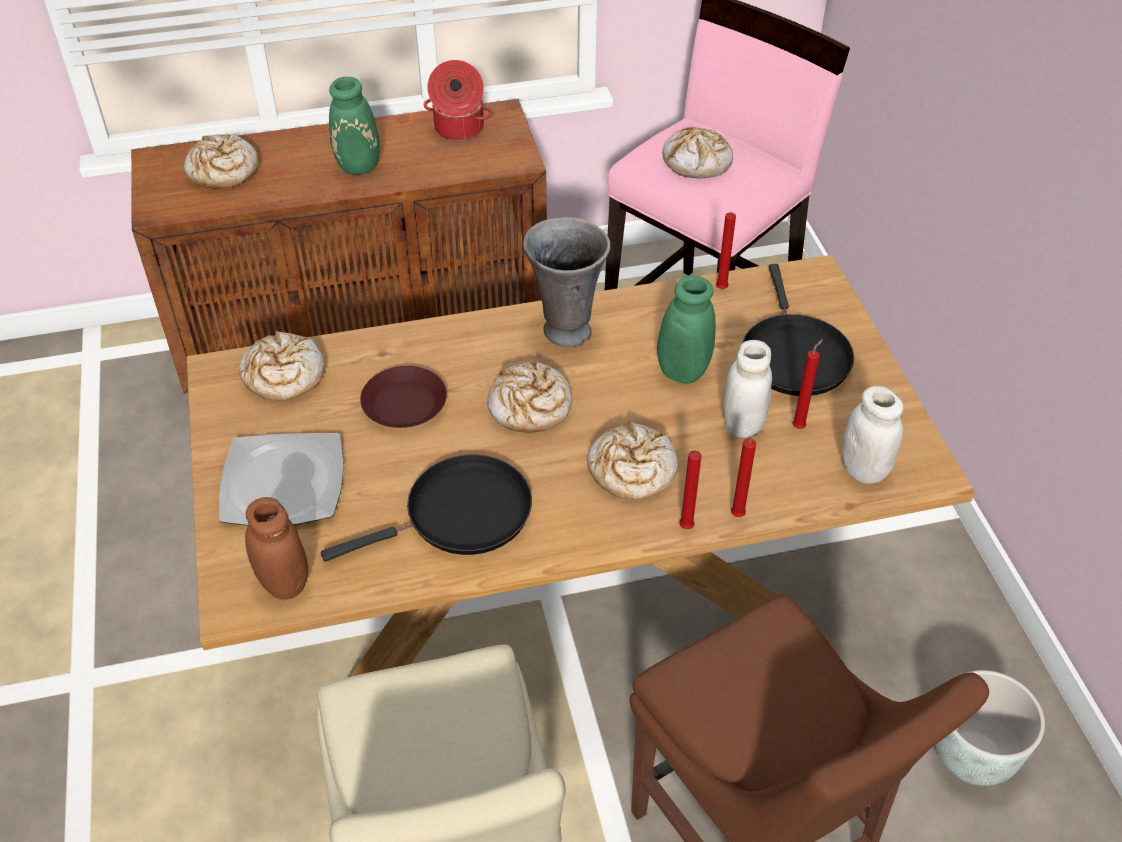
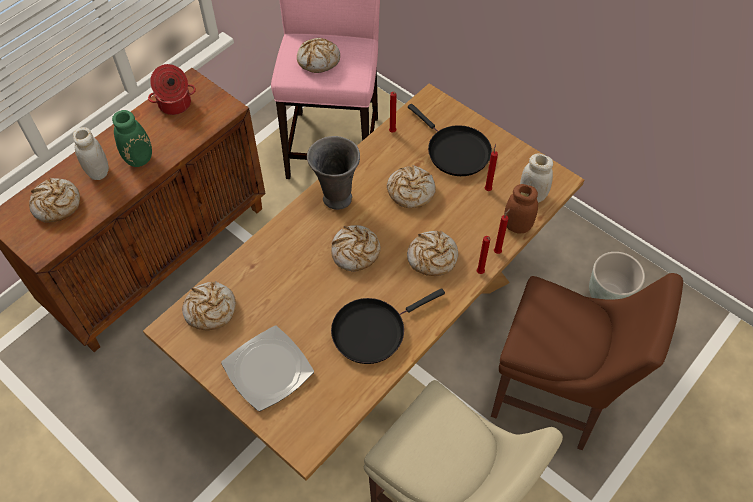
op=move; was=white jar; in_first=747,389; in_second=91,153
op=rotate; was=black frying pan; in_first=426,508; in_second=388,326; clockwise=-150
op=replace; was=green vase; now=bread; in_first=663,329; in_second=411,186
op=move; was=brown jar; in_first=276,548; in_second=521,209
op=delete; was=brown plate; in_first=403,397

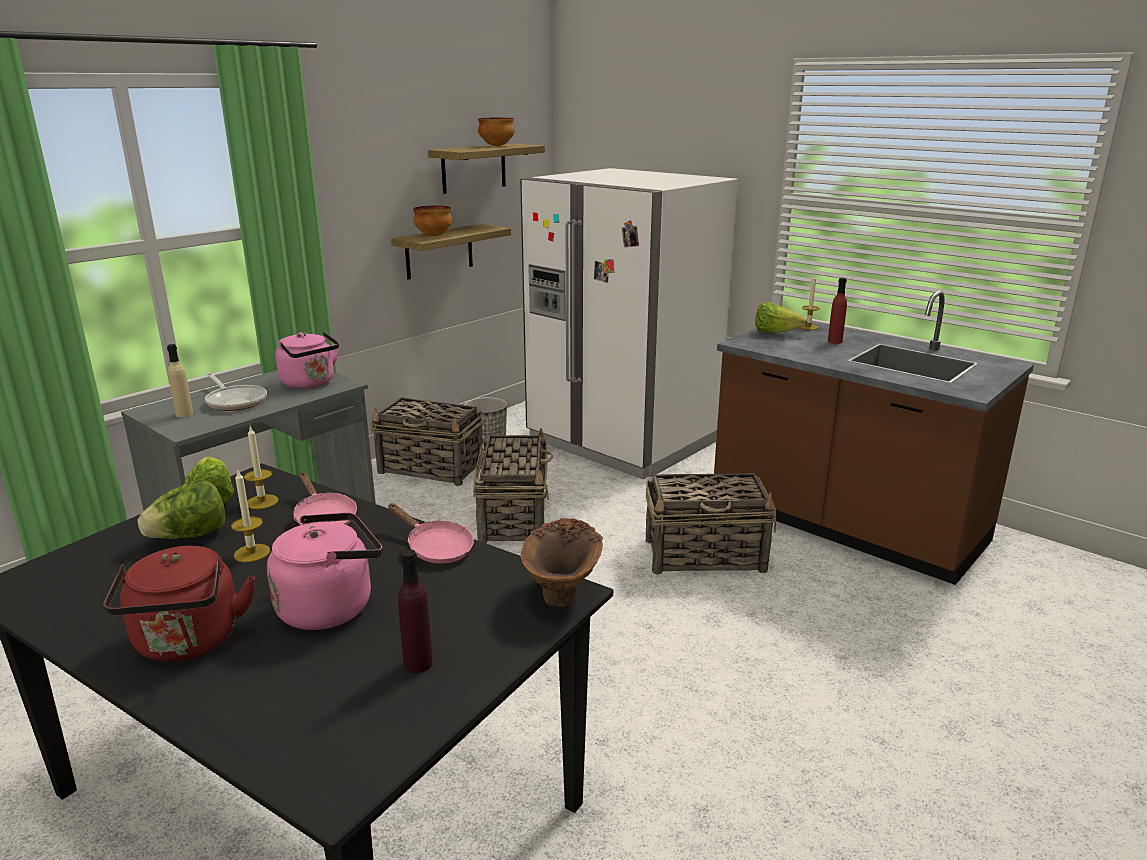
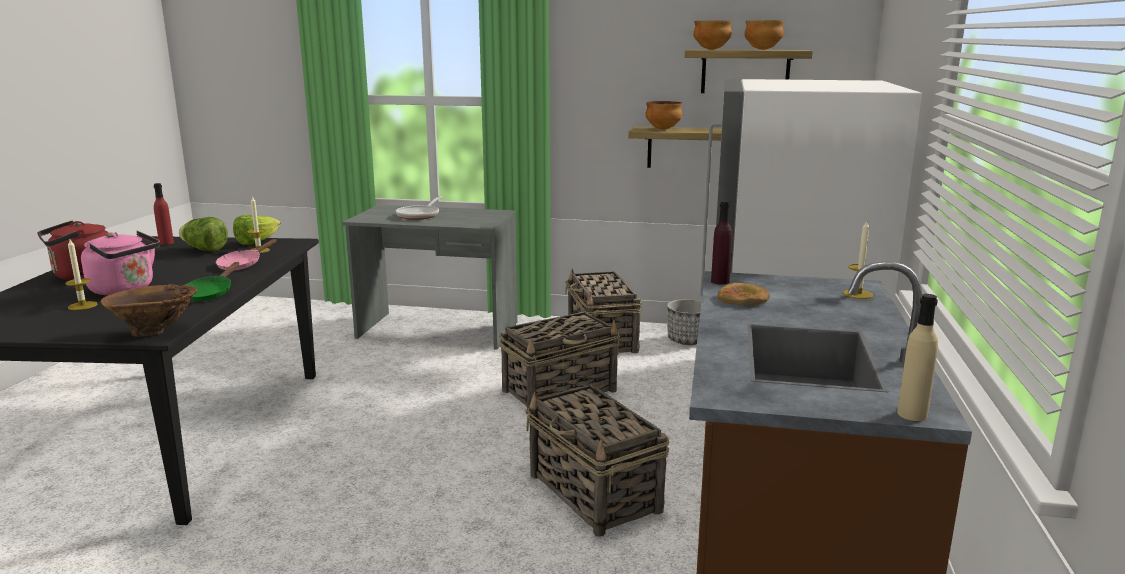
op=move; was=candle; in_first=250,516; in_second=81,274
op=move; was=red bottle; in_first=837,311; in_second=164,214
op=recolor; was=pink frying pan; now=green frying pan; in_first=431,533; in_second=212,281
op=insert; now=bowl; in_second=712,35
op=move; was=purple bottle; in_first=415,611; in_second=721,243
op=insert; now=bread; in_second=743,294
op=move; was=beige bottle; in_first=180,380; in_second=917,357
op=delete; was=pink kettle; in_first=307,360
op=delete; was=lettuce; in_first=781,317

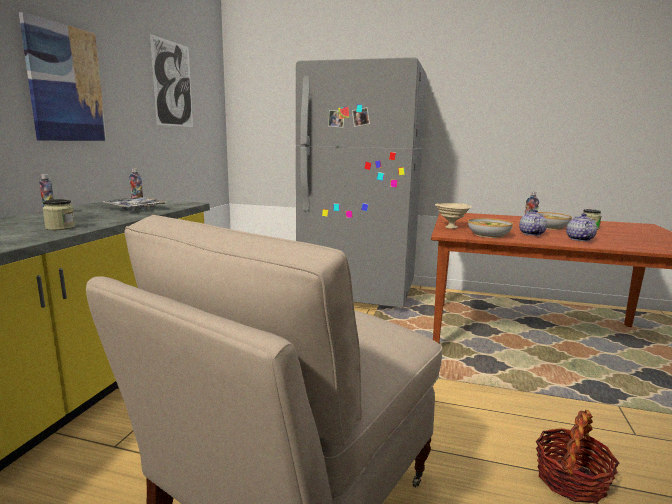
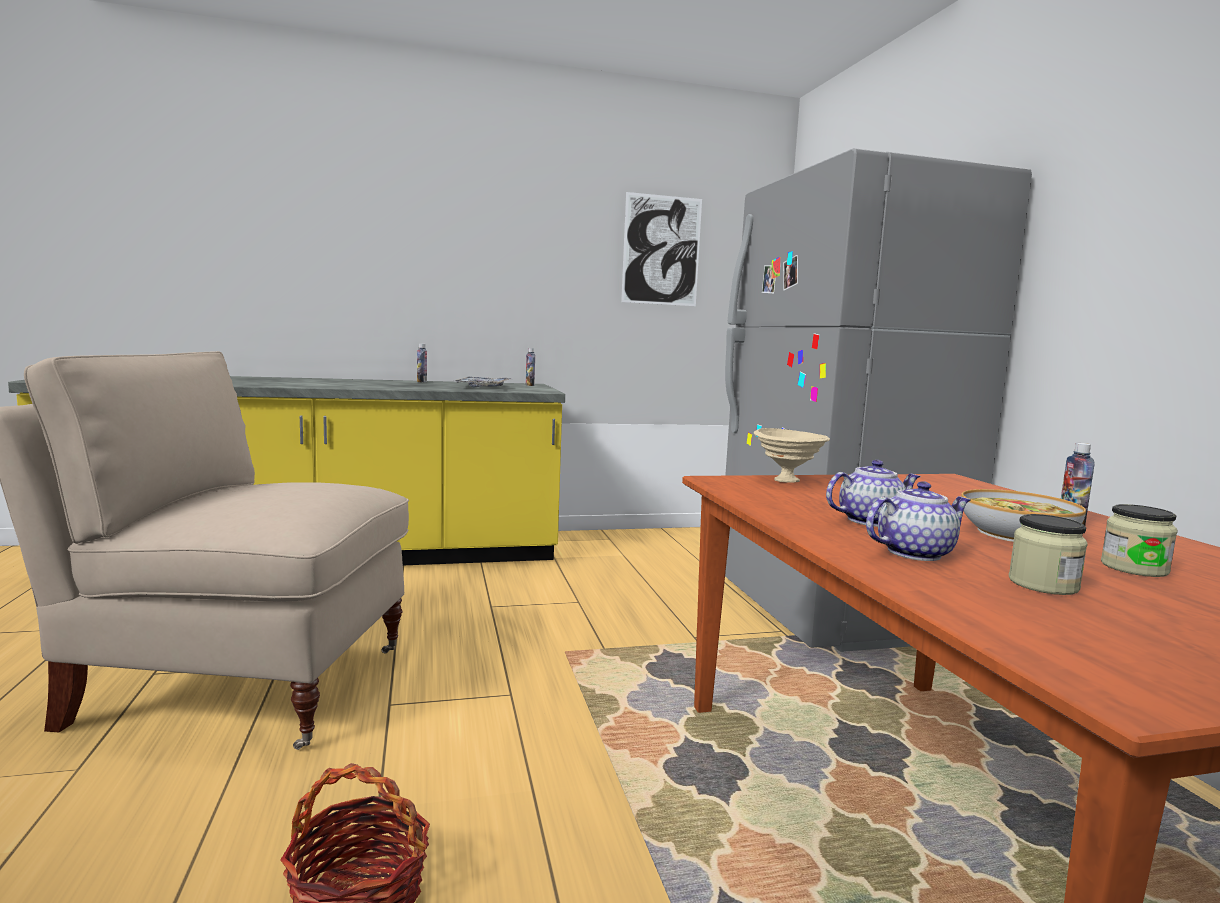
op=move; was=jar; in_first=58,214; in_second=1048,554
op=delete; was=picture; in_first=62,76
op=delete; was=bowl; in_first=490,228

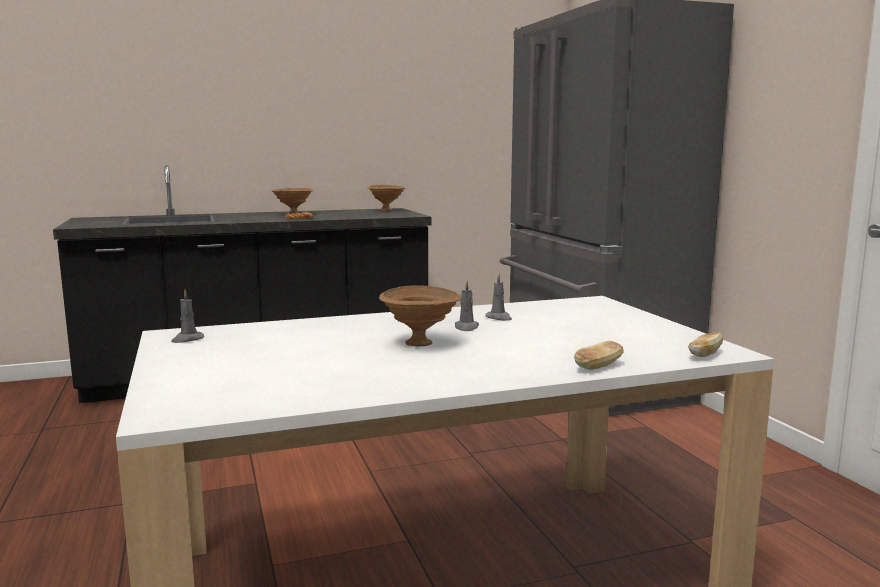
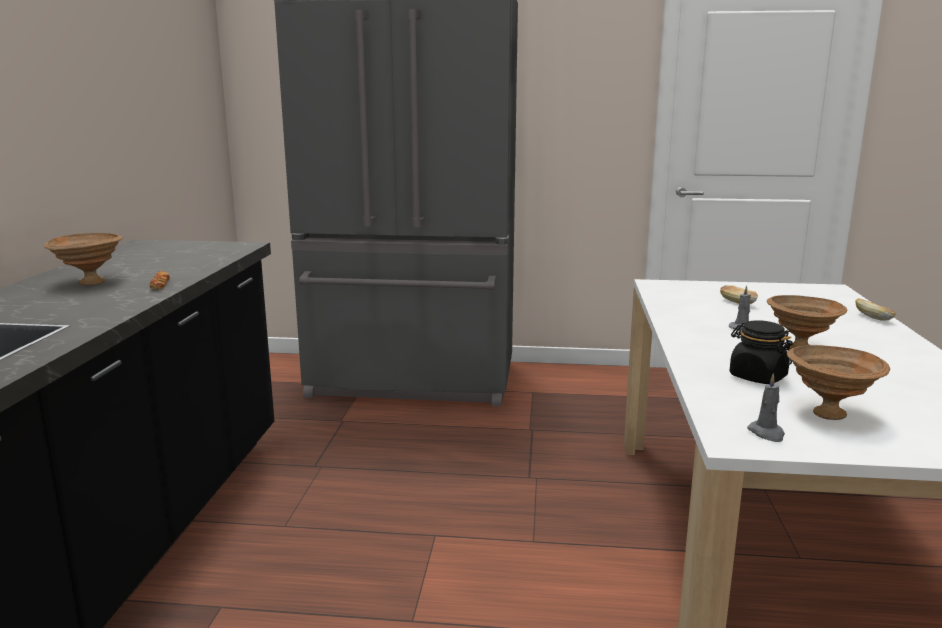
op=move; was=bread; in_first=705,344; in_second=739,294
op=insert; now=black jar; in_second=761,352
op=move; was=brown bowl; in_first=387,198; in_second=838,382
op=delete; was=grey candle; in_first=498,297

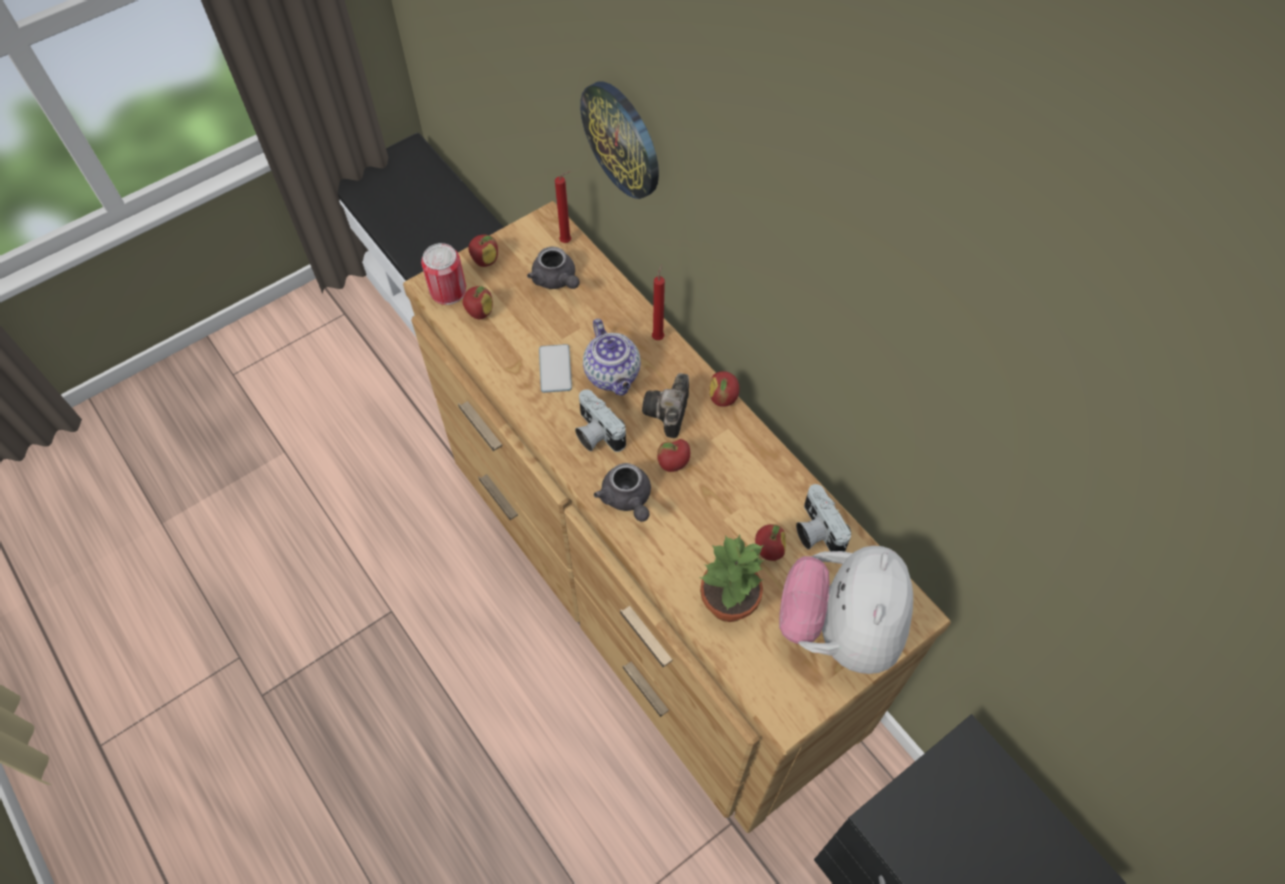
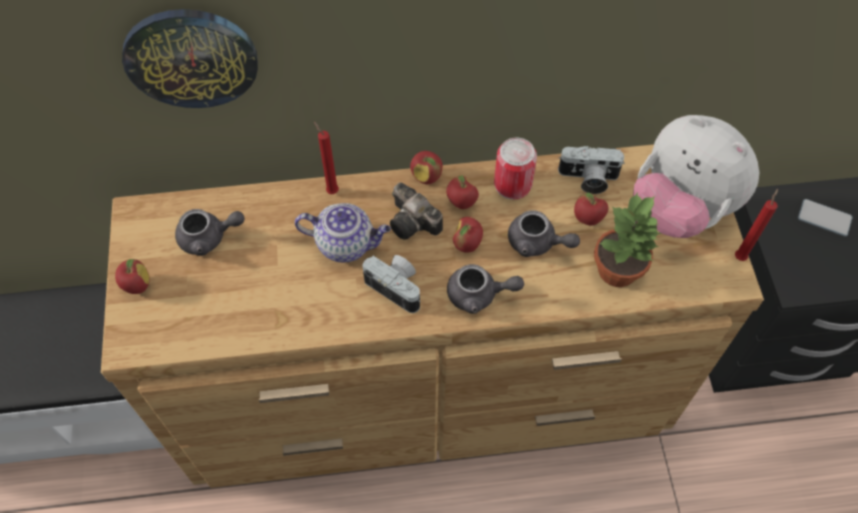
op=rotate; was=photo camera; in_first=600,420; in_second=391,284; clockwise=-135
op=move; was=apple; in_first=478,302; in_second=462,192
op=move; was=can; in_first=443,274; in_second=515,168
op=insert; now=grey teapot; in_second=544,233
op=move; was=red candle; in_first=563,207; in_second=756,225
op=move; was=phone; in_first=555,368; in_second=825,217

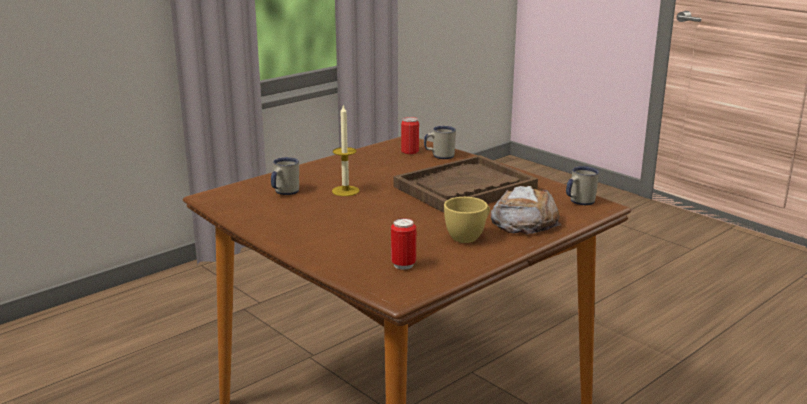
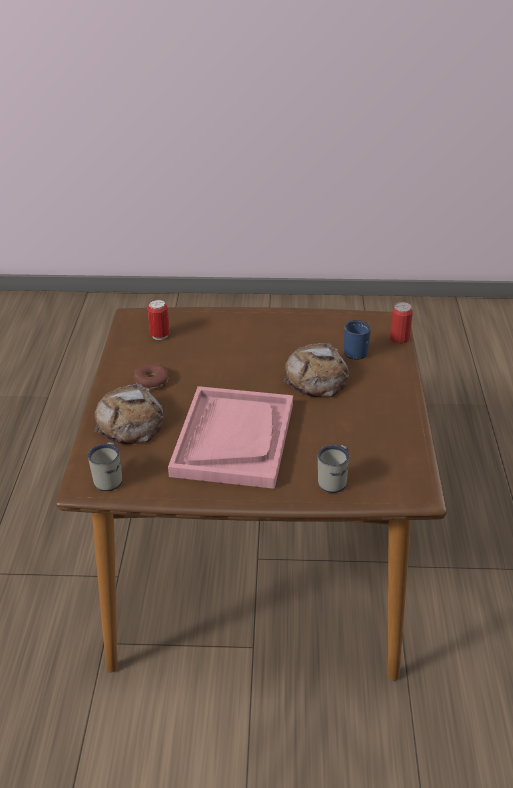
op=replace; was=yellow cup; now=donut; in_first=467,220; in_second=151,376
op=recolor; was=brown tray; now=pink tray; in_first=465,184; in_second=230,437
op=replace; was=candle; now=bread; in_first=345,150; in_second=316,370
op=recolor; was=white mug; now=blue mug; in_first=285,176; in_second=357,340
op=move; was=can; in_first=410,135; in_second=401,323

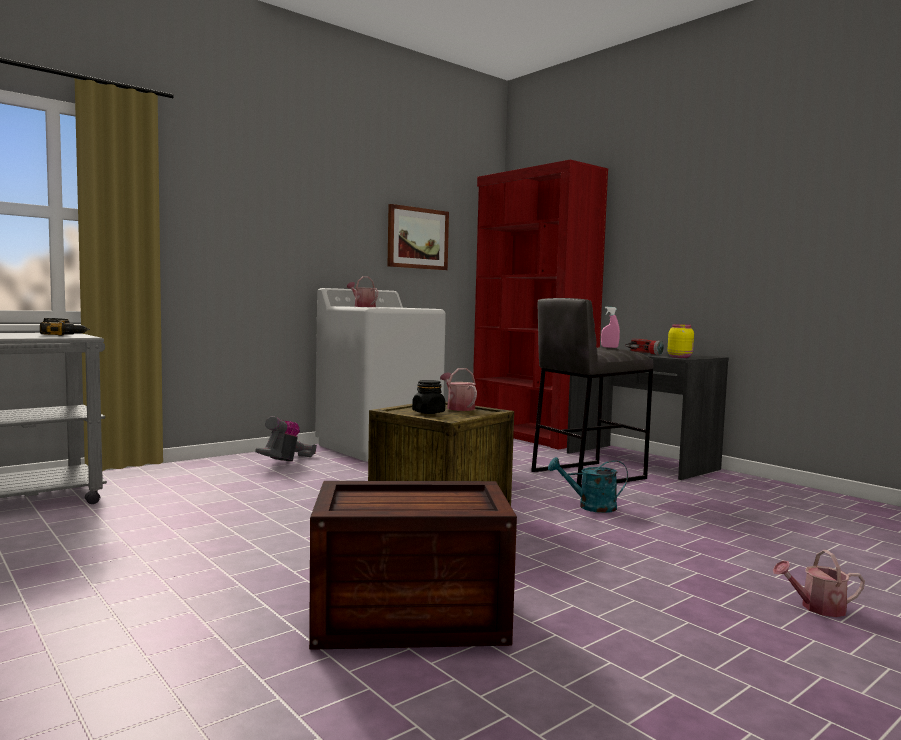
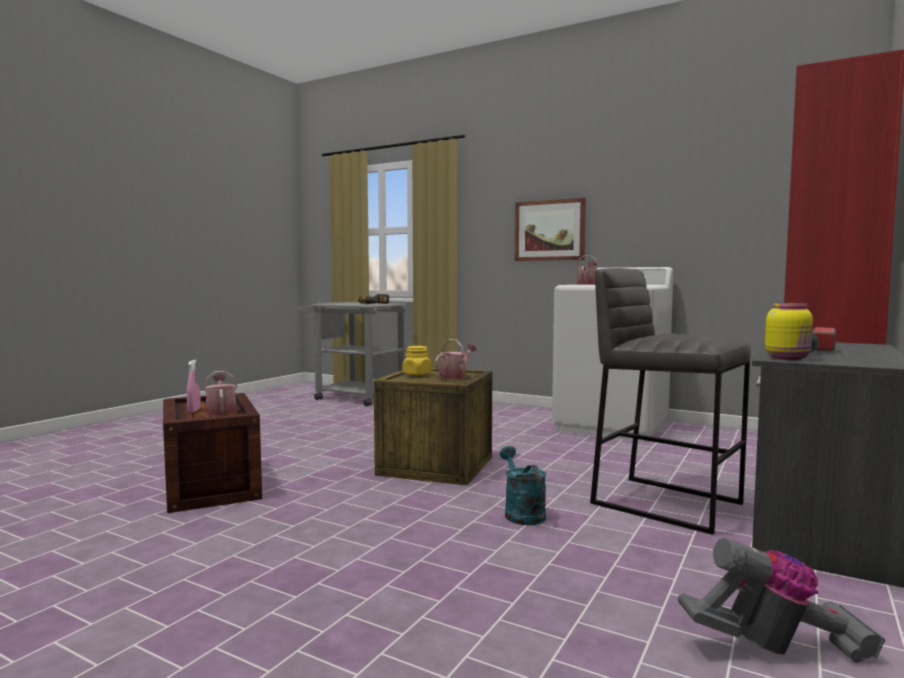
op=move; was=pink spray bottle; in_first=610,327; in_second=193,386
op=move; was=watering can; in_first=819,583; in_second=220,393
op=recolor; was=black jar; now=yellow jar; in_first=428,397; in_second=417,360
op=move; was=picture; in_first=418,237; in_second=550,229
op=move; was=vacuum cleaner; in_first=286,438; in_second=781,600

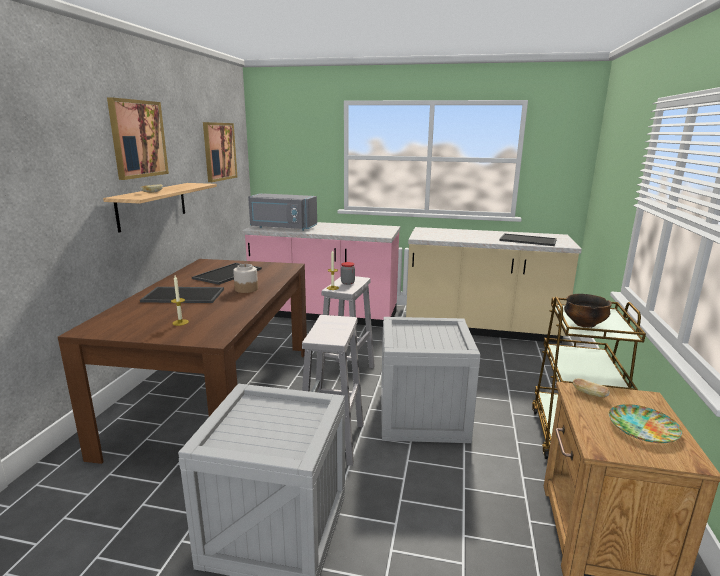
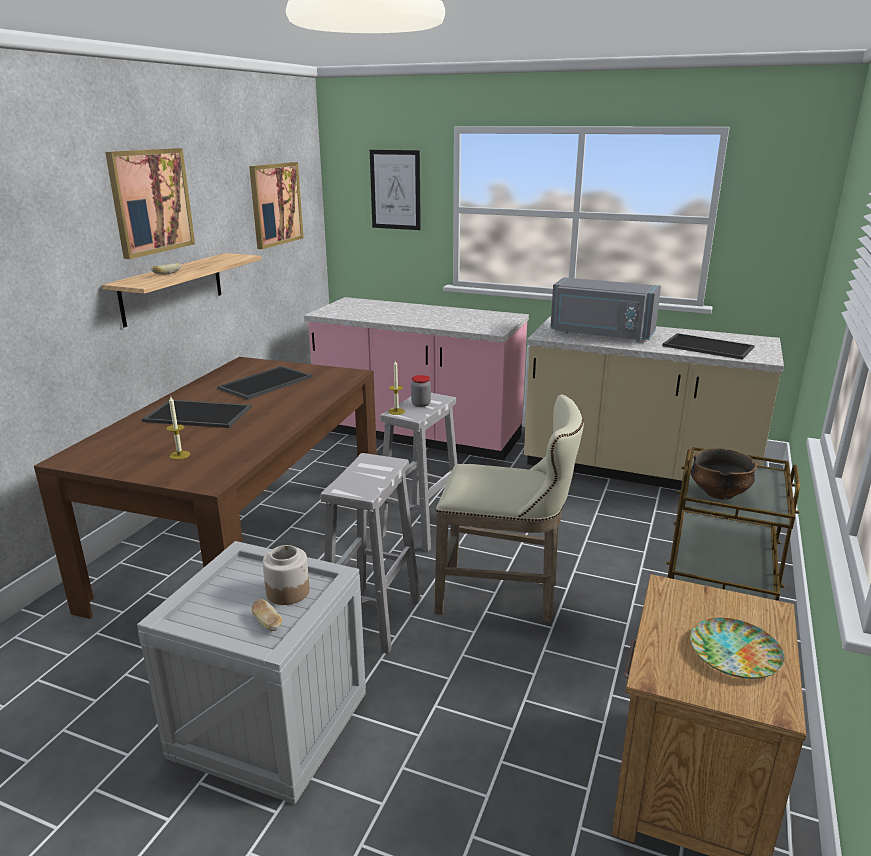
op=move; was=bread; in_first=591,388; in_second=267,615
op=move; was=jar; in_first=245,278; in_second=286,575
op=insert; now=picture; in_second=395,190
op=replace; was=crate; now=beige stool; in_first=430,380; in_second=509,509
op=move; was=grey microwave; in_first=282,212; in_second=605,309

